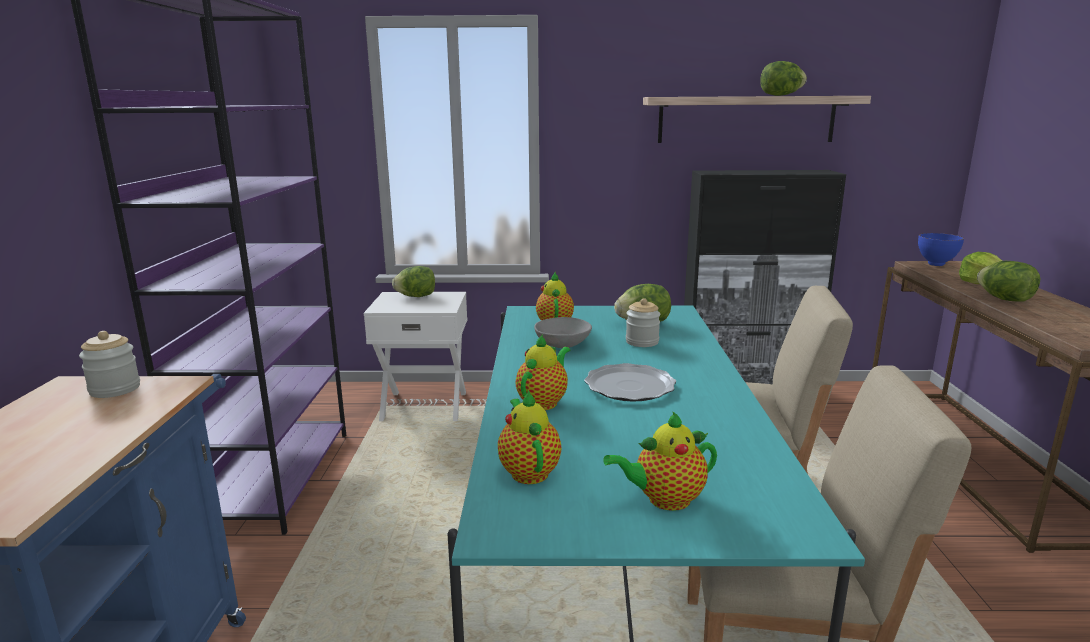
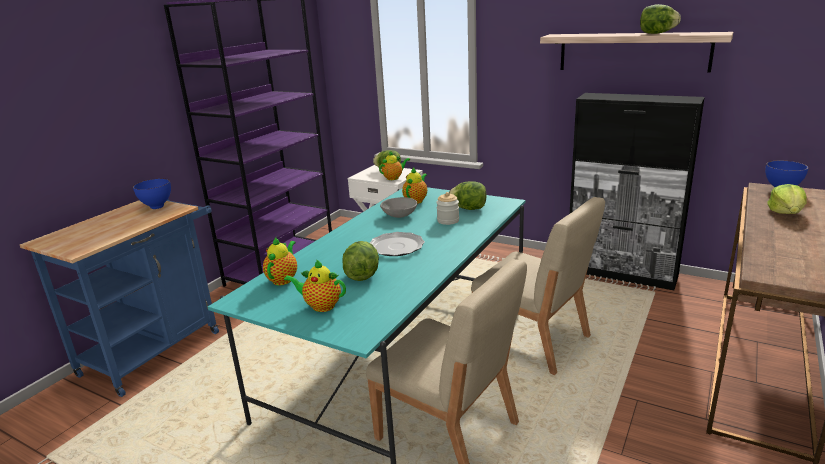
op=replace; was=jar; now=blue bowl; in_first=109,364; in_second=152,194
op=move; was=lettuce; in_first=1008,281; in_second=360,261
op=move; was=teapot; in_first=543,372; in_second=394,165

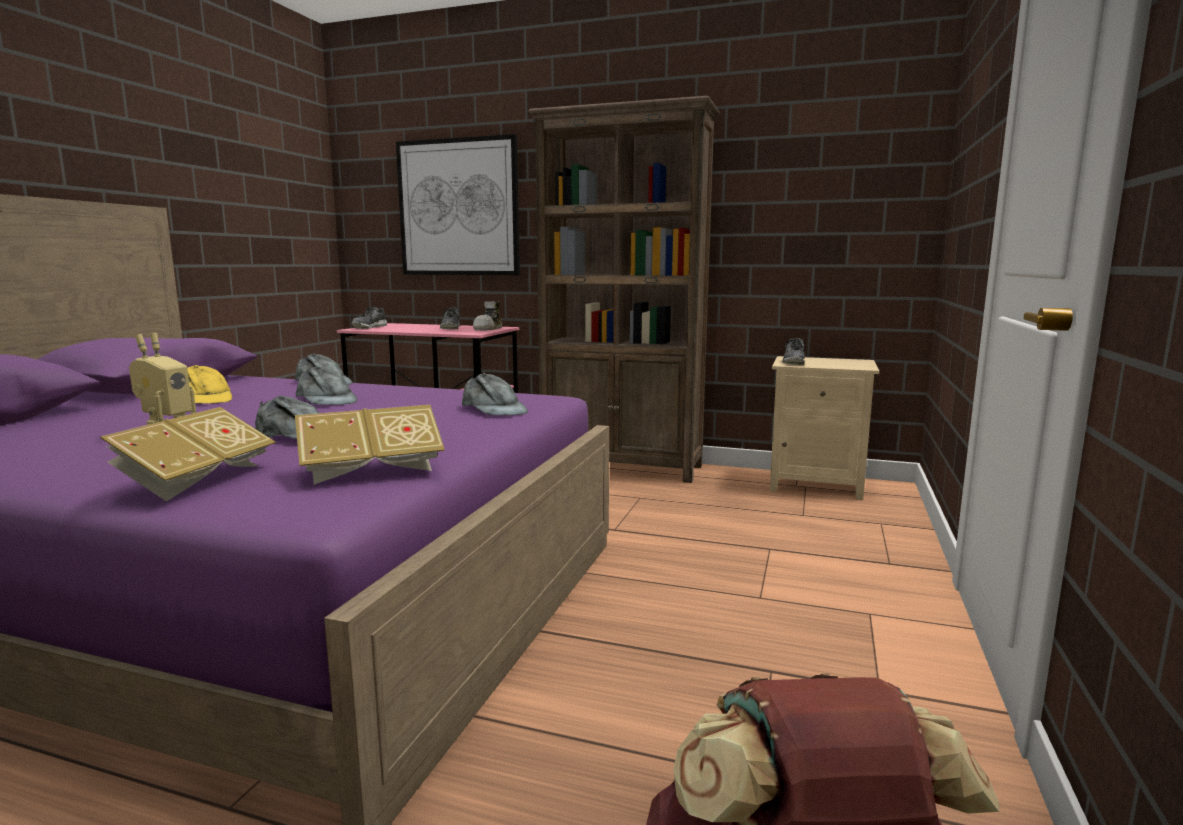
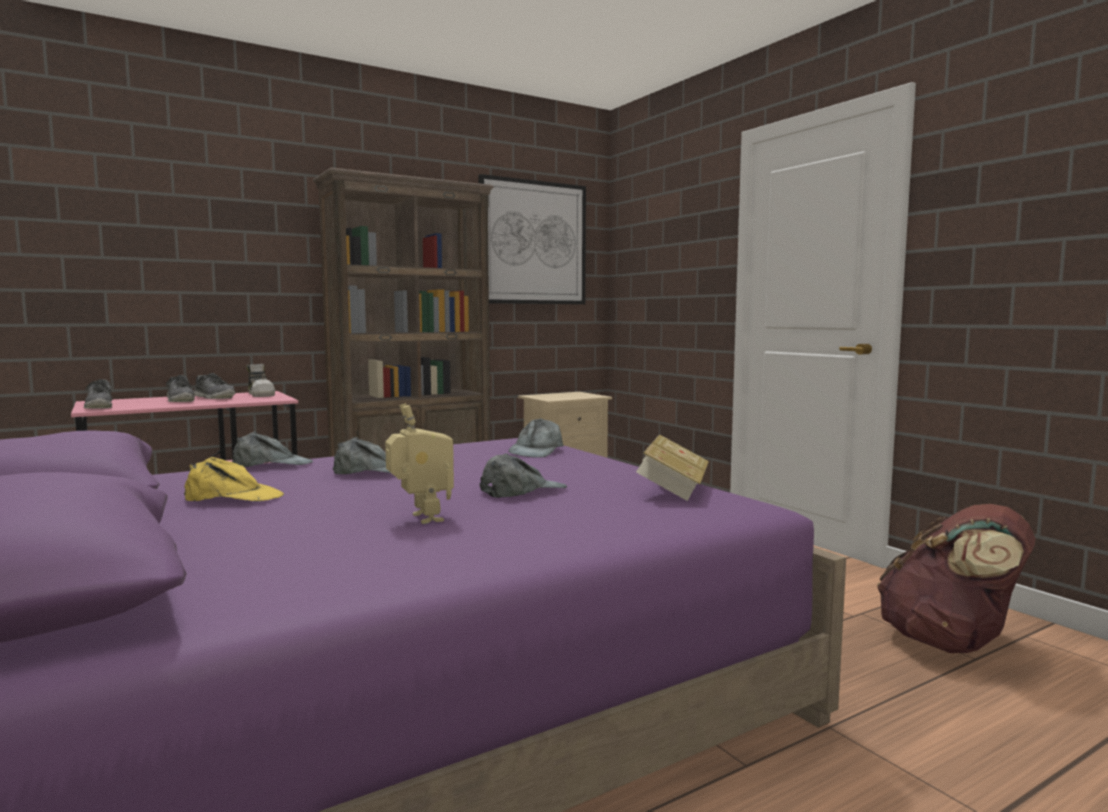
op=move; was=shoe; in_first=793,351; in_second=180,388
op=move; was=picture; in_first=458,204; in_second=532,239
op=rotate; was=grey cap; in_first=495,394; in_second=536,438; clockwise=105
op=delete; was=book; in_first=188,454

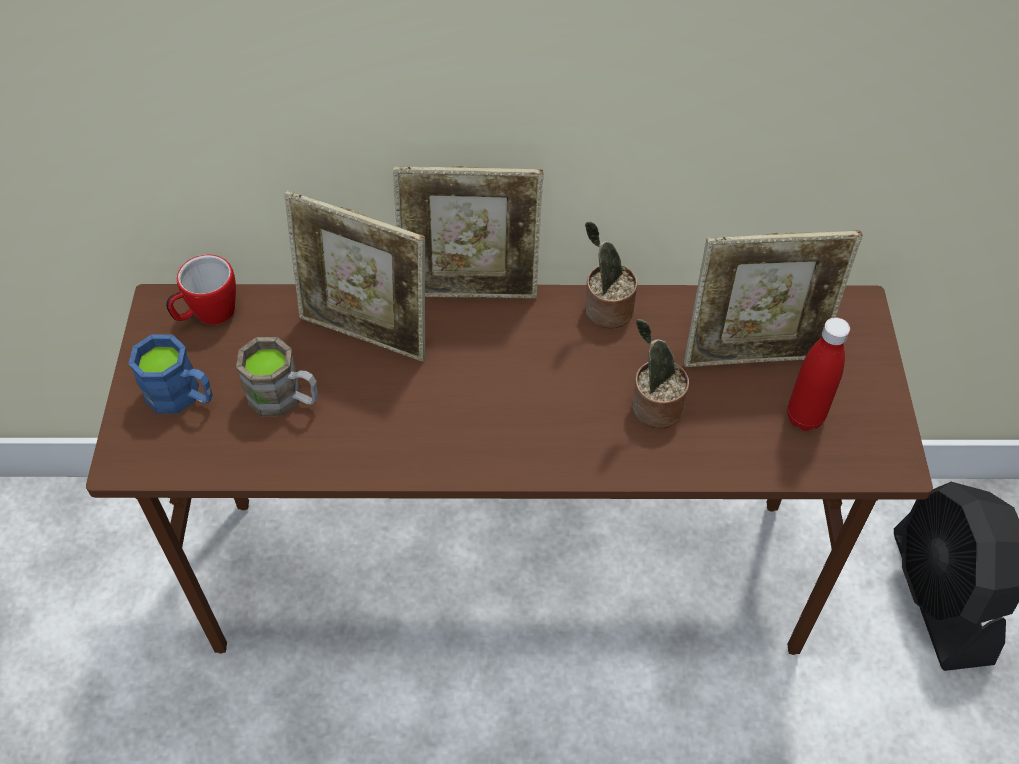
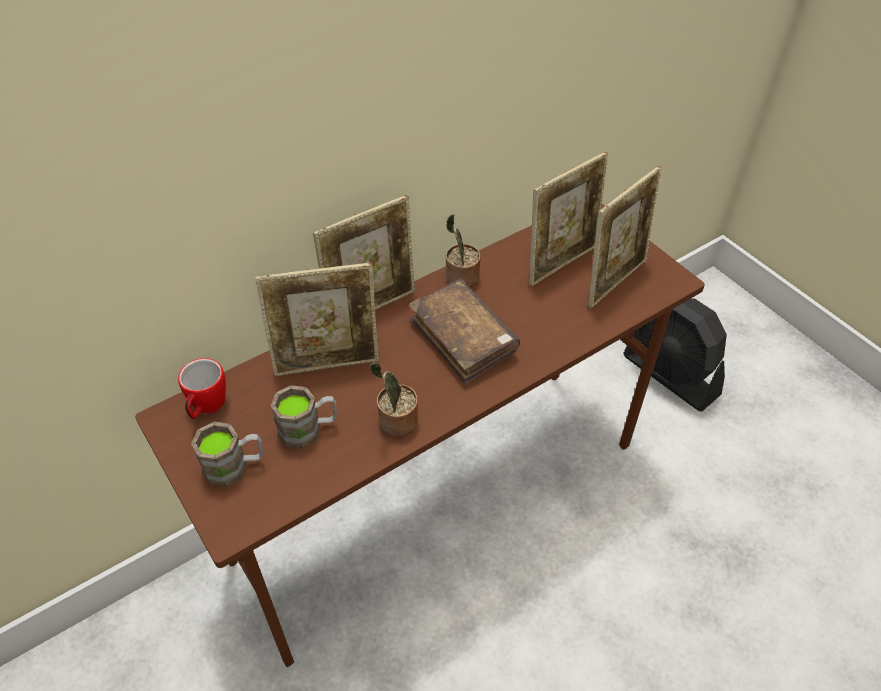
op=recolor; was=blue mug; now=brown mug; in_first=170,374; in_second=227,454
op=move; was=potted plant; in_first=660,373; in_second=394,399
op=insert; now=brown book; in_second=464,331
op=replace; was=red bottle; now=picture frame; in_first=818,374; in_second=625,237

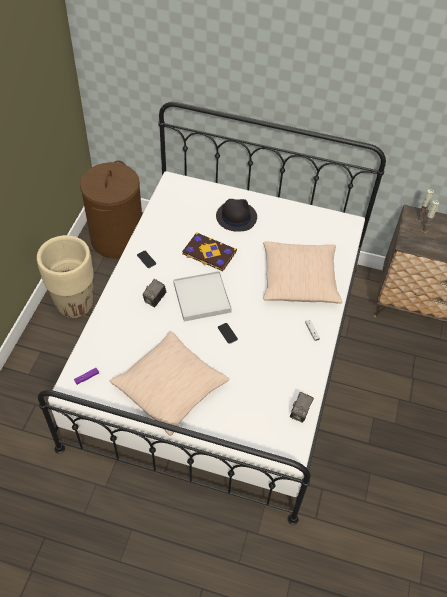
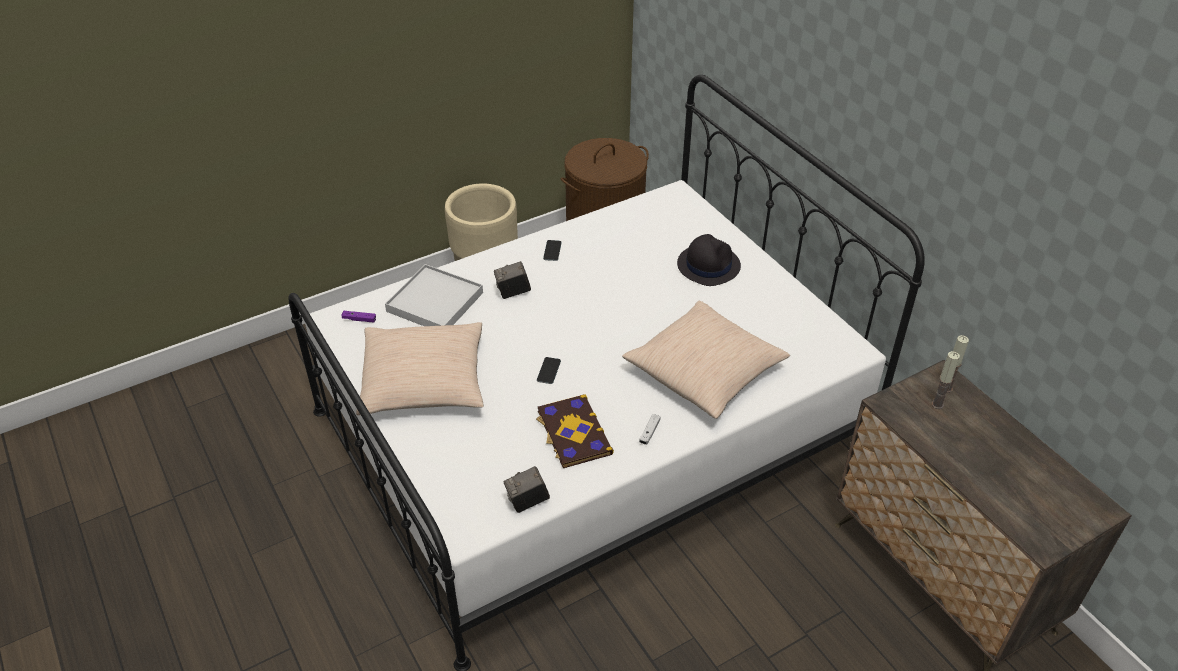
op=move; was=white tray; in_first=202,296; in_second=434,295
op=move; was=book; in_first=209,251; in_second=575,431

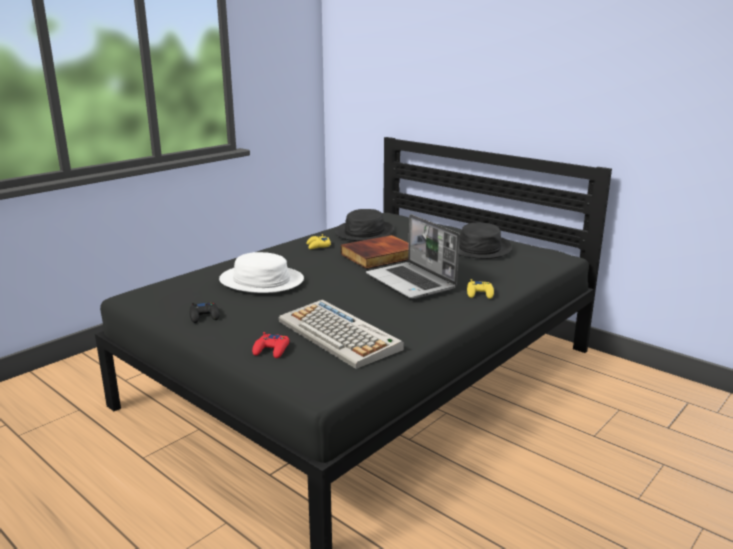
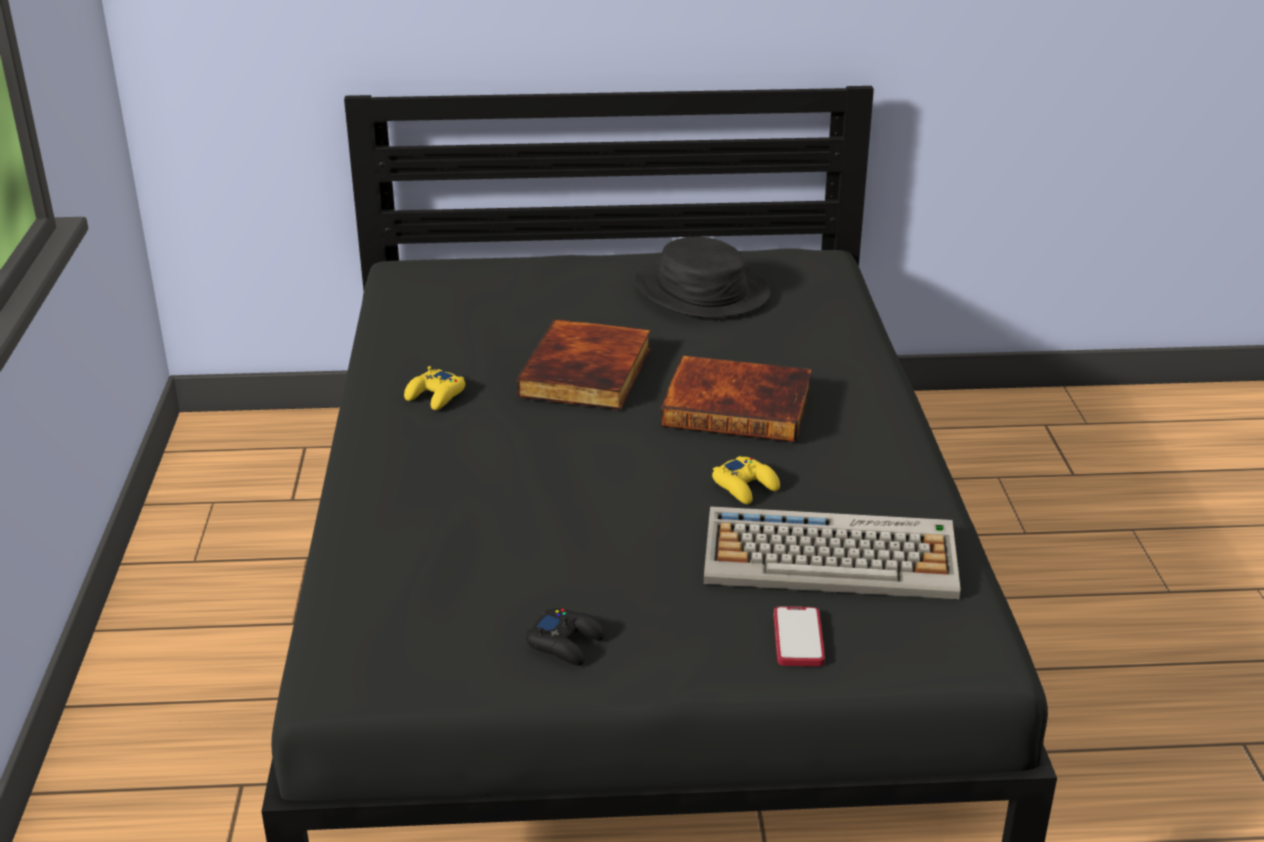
op=replace; was=laptop; now=book; in_first=413,256; in_second=736,398
op=move; was=yellow game controller; in_first=480,289; in_second=746,480
op=replace; was=red game controller; now=phone; in_first=270,345; in_second=799,636
op=delete; was=white hat; in_first=261,272
op=delete; was=black hat; in_first=364,225

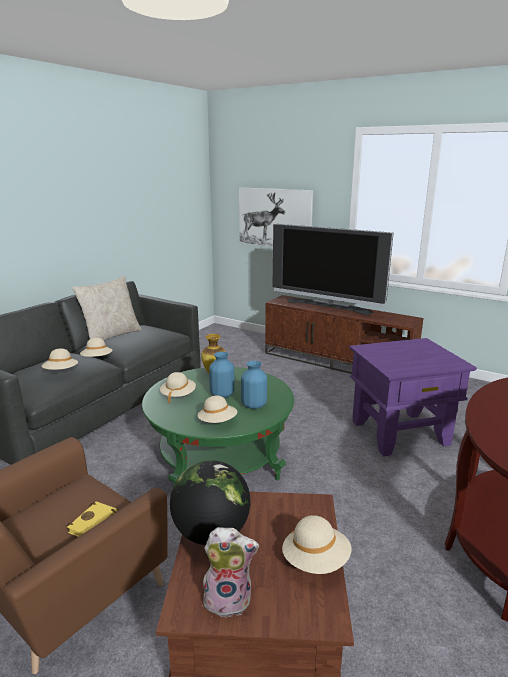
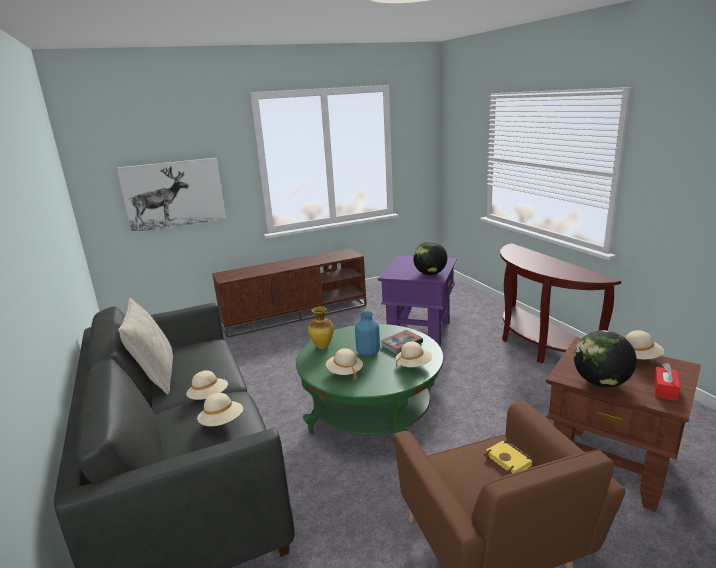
op=replace; was=blue vase; now=book; in_first=254,385; in_second=402,342
op=insert; now=globe; in_second=430,258
op=replace; was=plush toy; now=red tissue box; in_first=231,572; in_second=667,382
op=delete; was=television; in_first=333,269

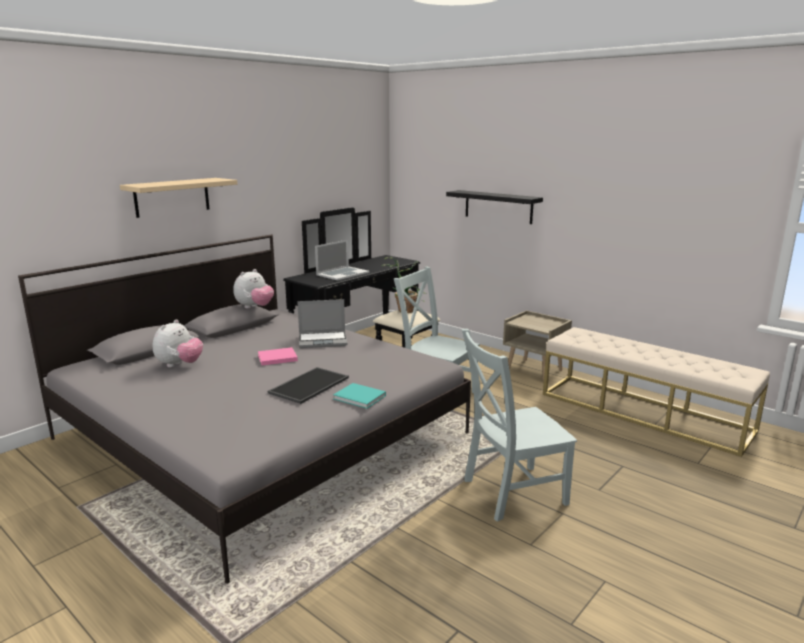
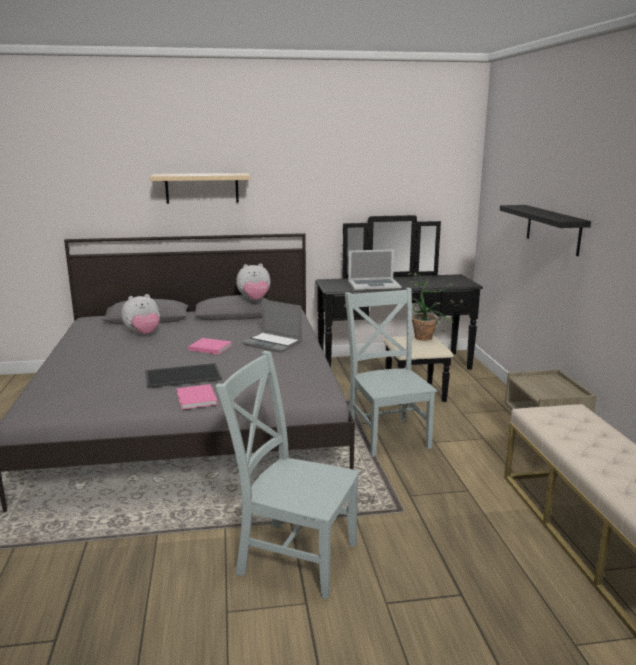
op=recolor; was=turquoise book; now=pink book; in_first=359,396; in_second=197,396

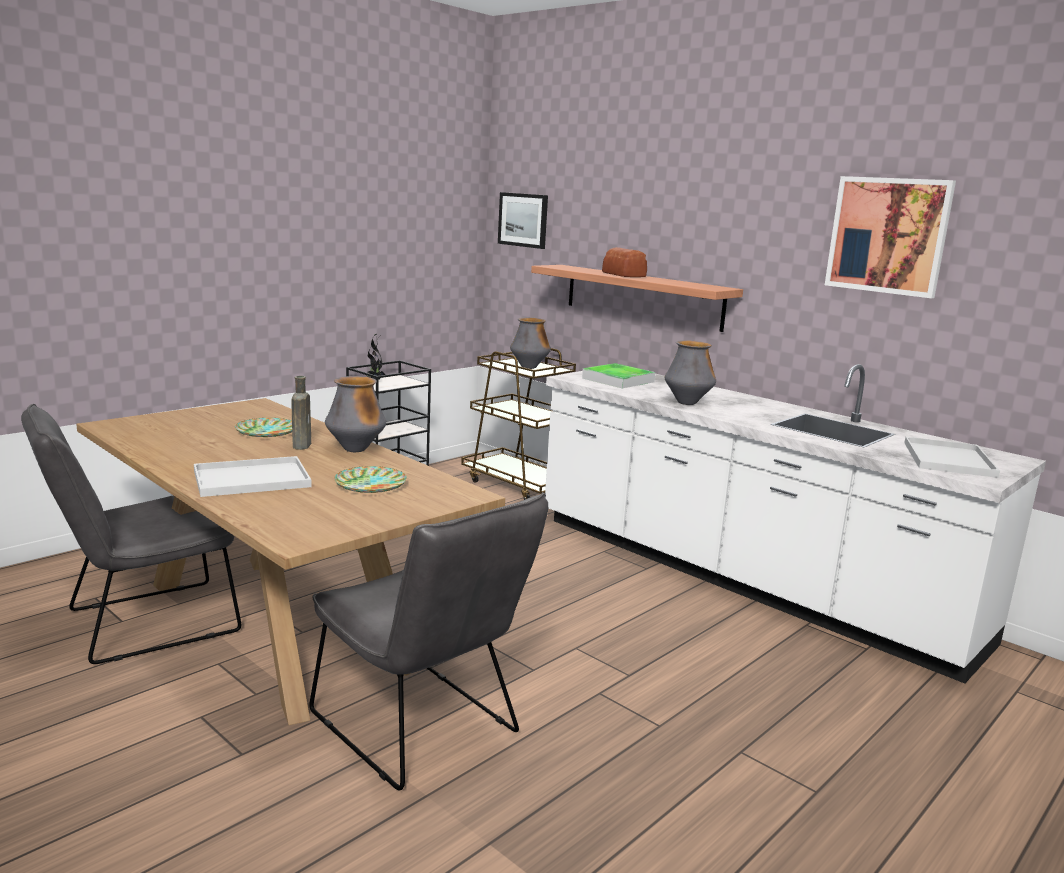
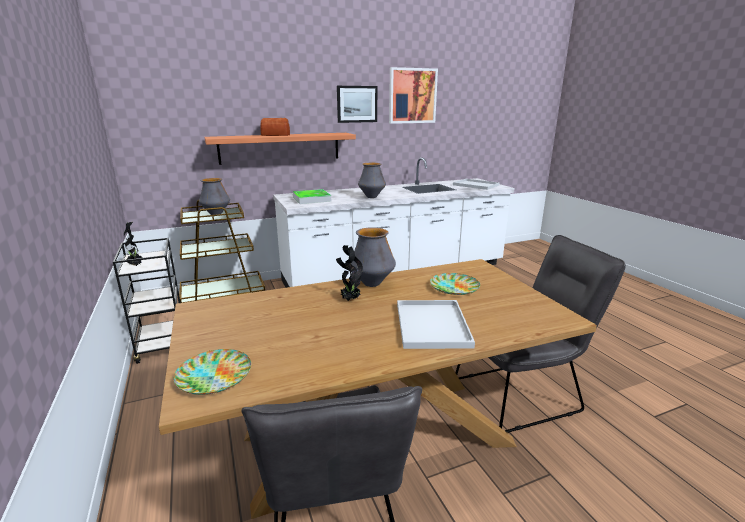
op=move; was=plate; in_first=263,427; in_second=212,372
op=replace; was=brown bottle; now=potted plant; in_first=301,413; in_second=349,273
op=move; was=picture; in_first=523,220; in_second=357,104

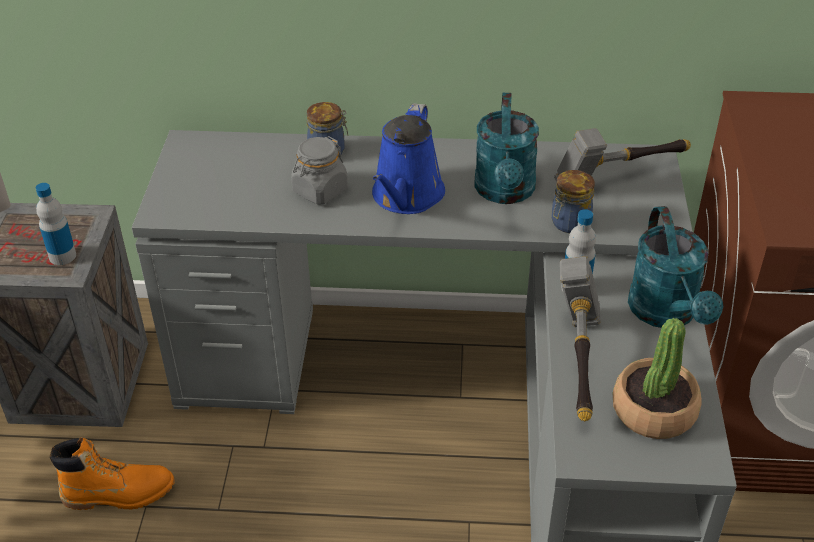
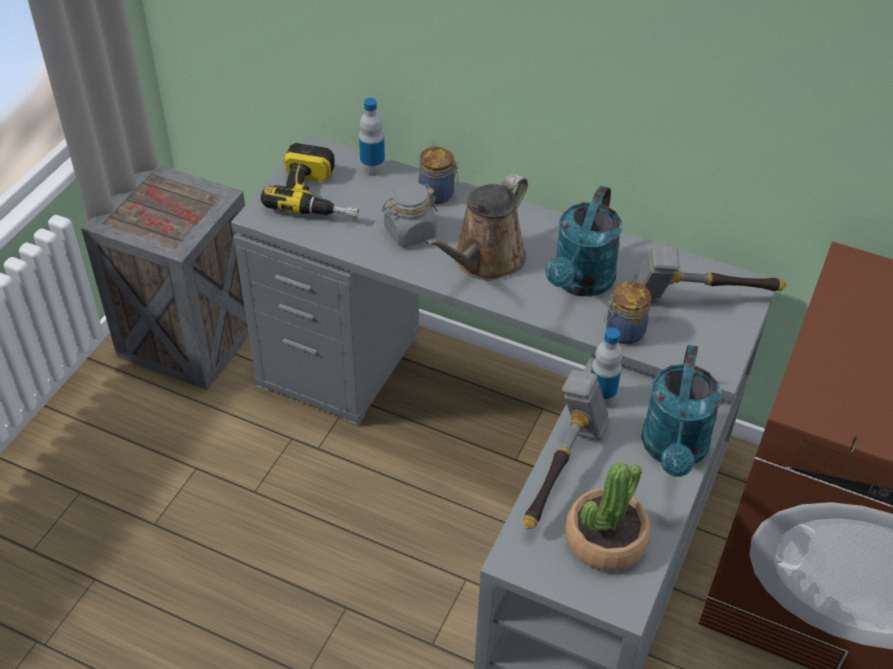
op=insert; now=power drill; in_second=310,180
op=move; was=bottle; in_first=56,224; in_second=372,137
op=recolor; was=blue watering can; now=brown watering can; in_first=408,158; in_second=476,227
op=delete; was=orange boot; in_first=112,473

